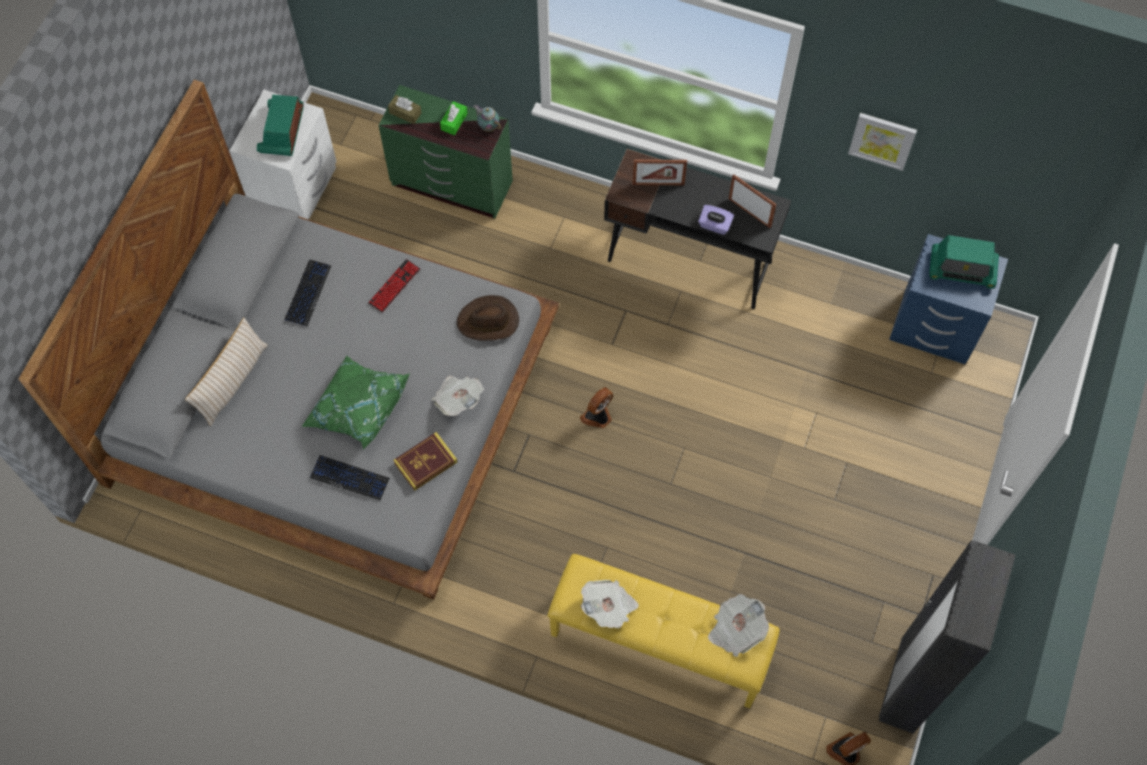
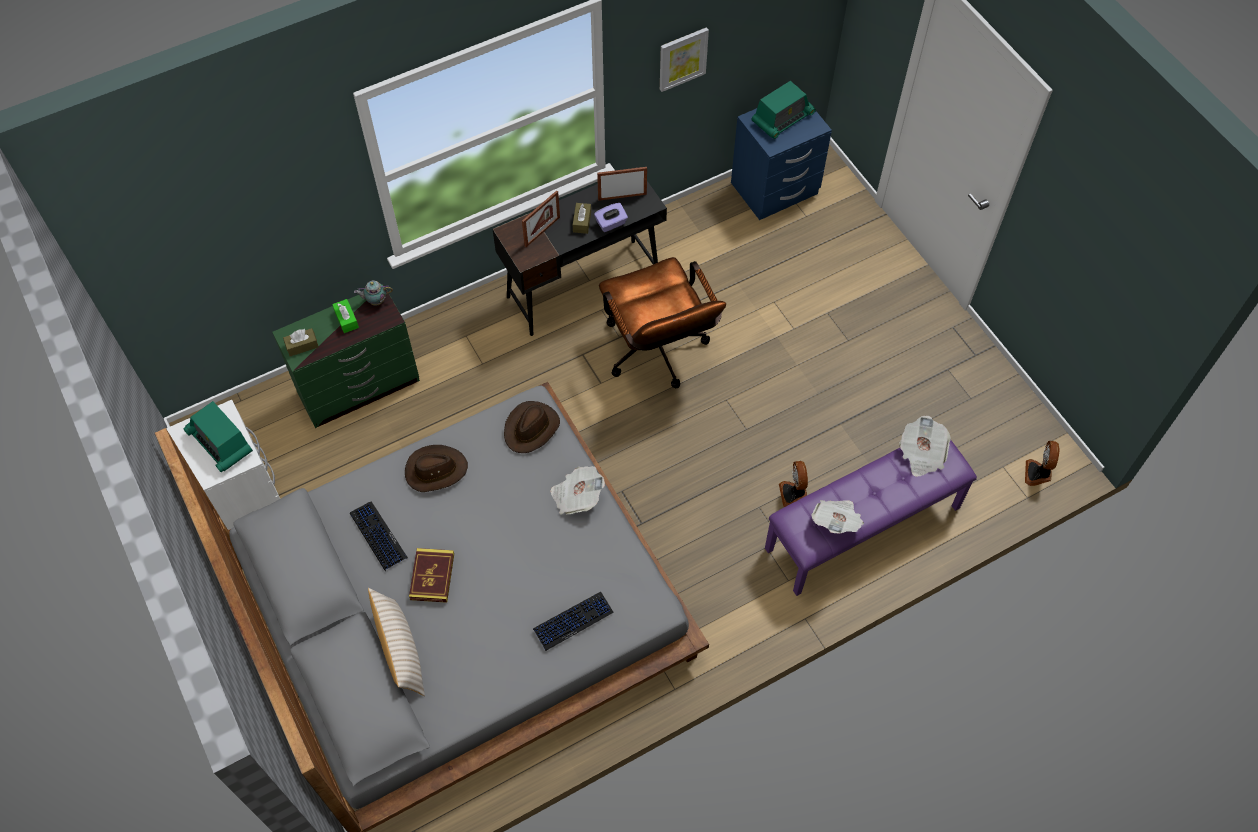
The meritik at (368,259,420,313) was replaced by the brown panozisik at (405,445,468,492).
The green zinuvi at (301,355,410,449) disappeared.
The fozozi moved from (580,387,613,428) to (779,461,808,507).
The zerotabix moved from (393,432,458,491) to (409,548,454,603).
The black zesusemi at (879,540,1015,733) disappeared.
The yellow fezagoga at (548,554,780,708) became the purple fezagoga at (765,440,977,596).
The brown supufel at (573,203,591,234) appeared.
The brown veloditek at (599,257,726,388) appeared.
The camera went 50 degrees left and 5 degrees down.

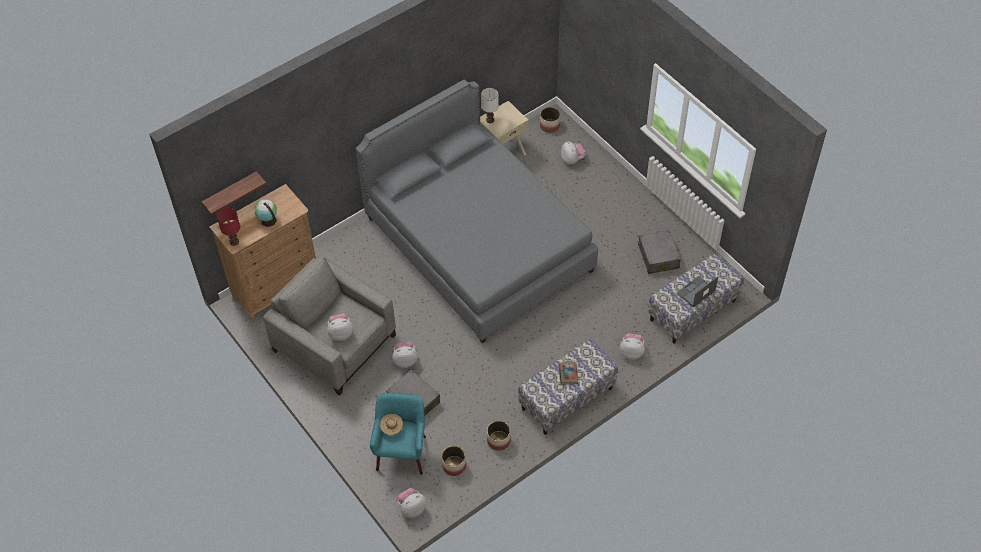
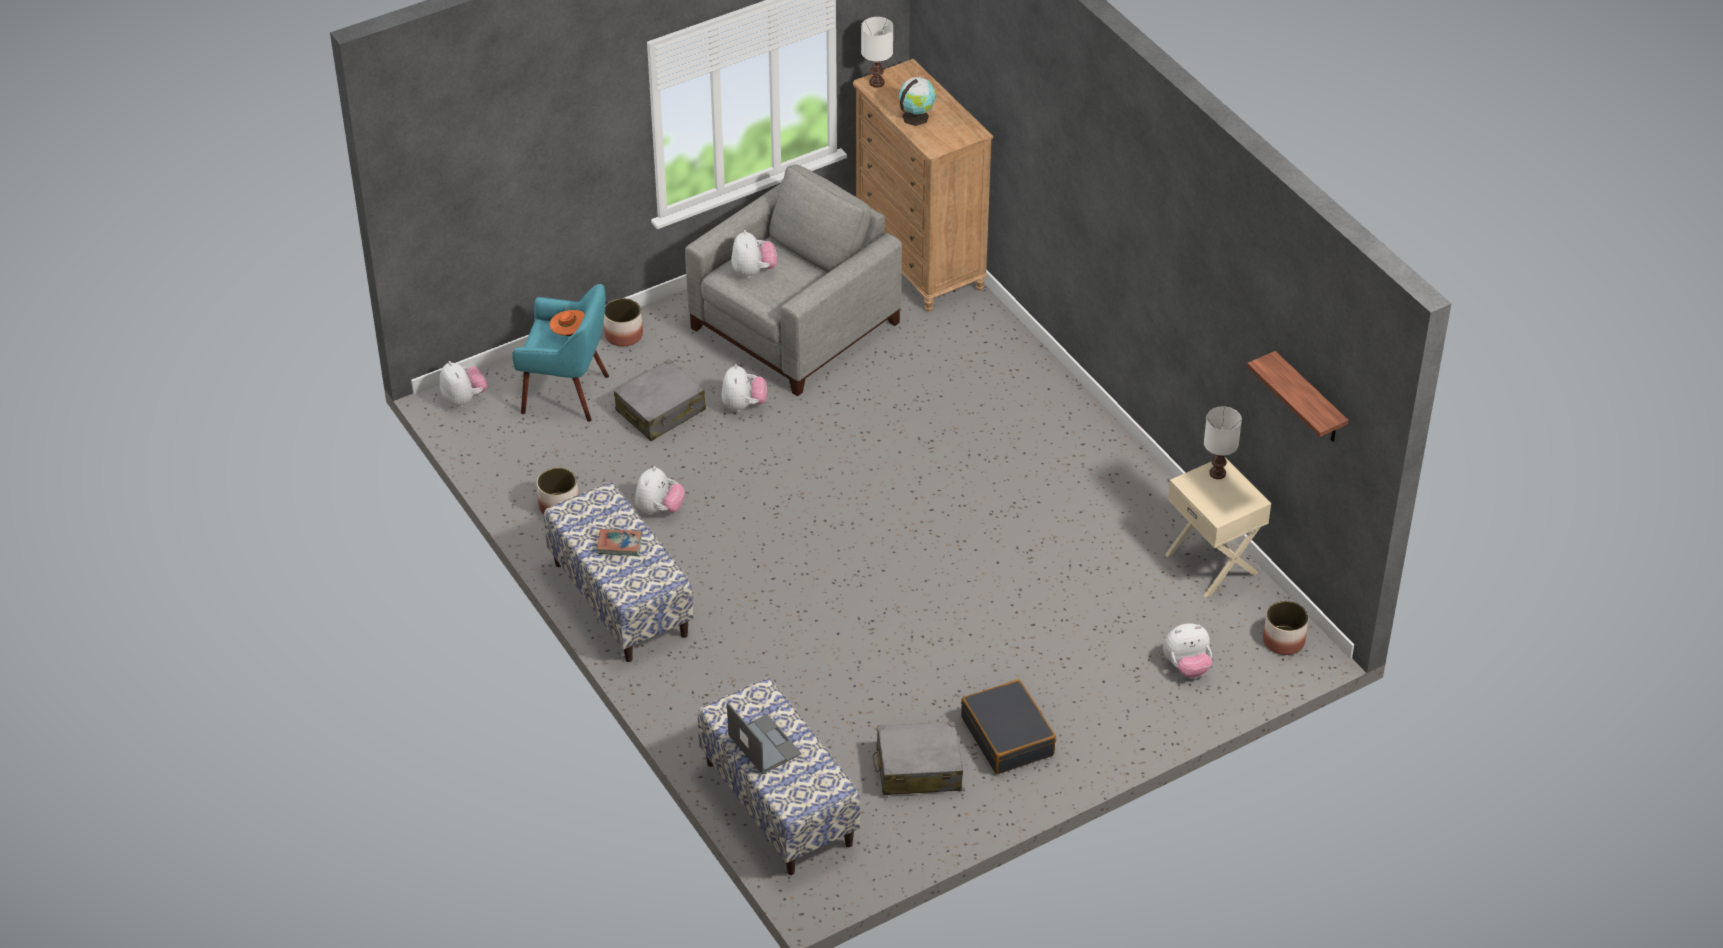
The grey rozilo at (356,80,598,343) disappeared.
The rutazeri moved from (202,171,267,215) to (1247,351,1348,442).
The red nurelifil at (217,208,240,246) became the white nurelifil at (861,17,893,88).
The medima moved from (620,333,645,360) to (635,466,685,514).
The beige panozisik at (380,414,403,435) became the orange panozisik at (550,308,585,336).
The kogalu moved from (442,446,466,476) to (604,298,643,347).
The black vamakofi at (961,679,1056,774) appeared.
The camera went 95 degrees right and 10 degrees down.

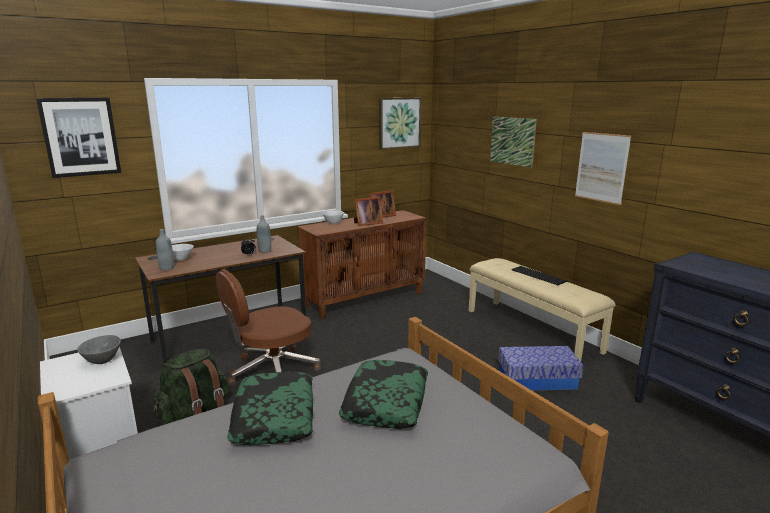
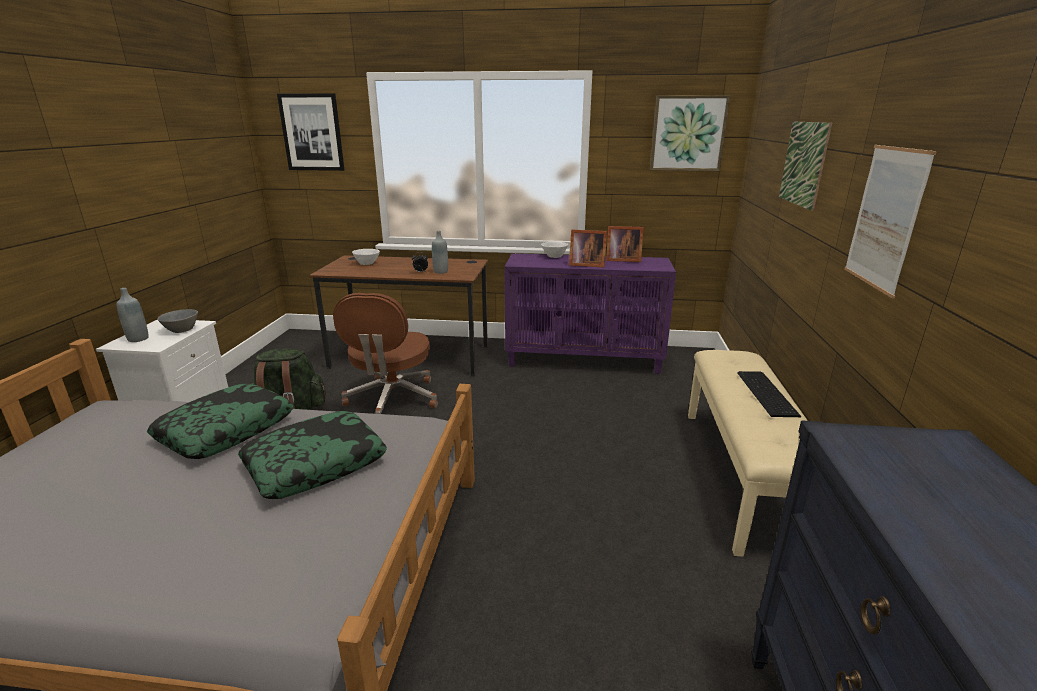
The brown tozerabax at (297,210,427,319) became the purple tozerabax at (504,253,676,374).
The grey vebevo moved from (156,229,174,271) to (117,288,149,342).
The brown veloditek at (216,269,321,386) turned 90 degrees counterclockwise.
The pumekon at (498,346,583,390) disappeared.
The camera went 40 degrees right and 5 degrees up.

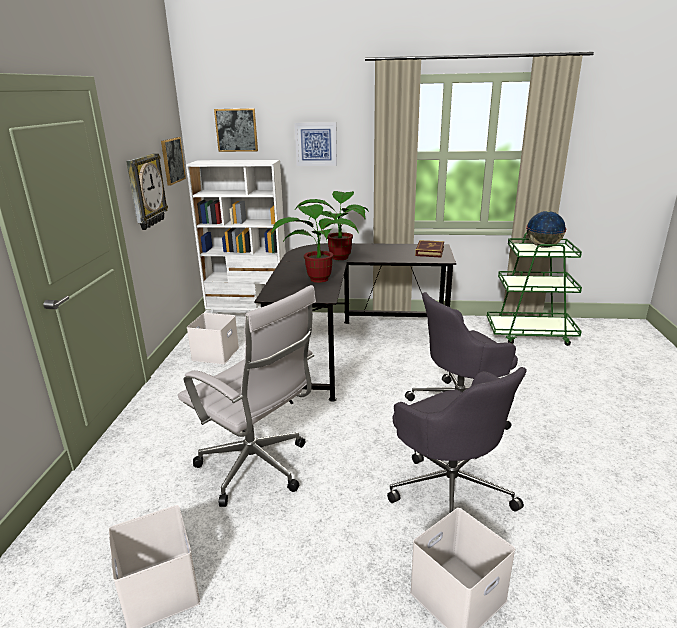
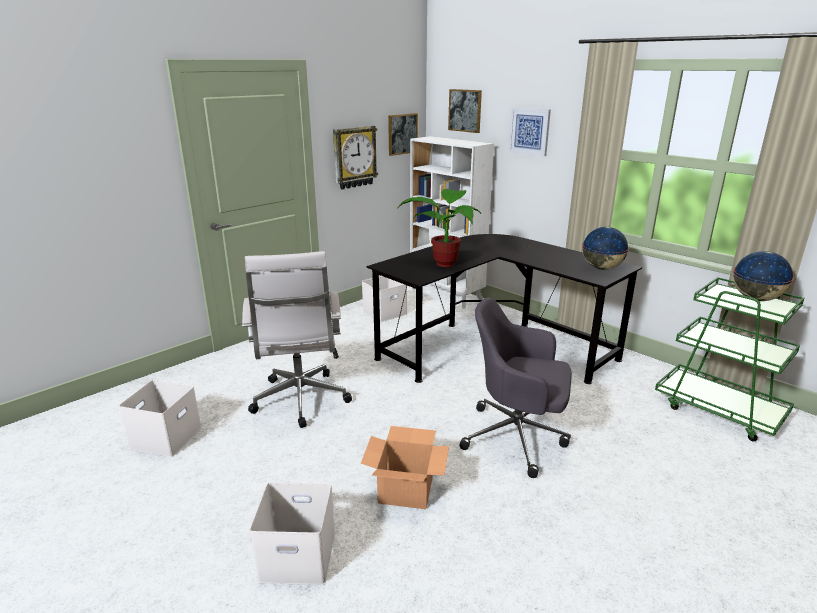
The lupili at (294,191,369,260) disappeared.
The zerotabix at (415,240,444,258) was replaced by the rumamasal at (582,227,629,270).
The grey veloditek at (387,367,527,513) was replaced by the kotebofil at (361,426,449,509).
The camera went 40 degrees right and 0 degrees up.

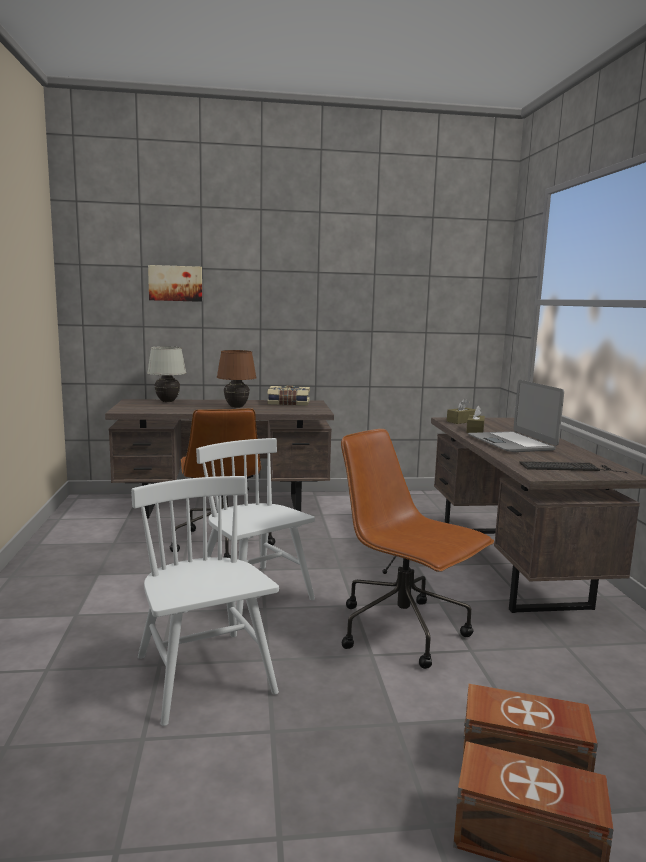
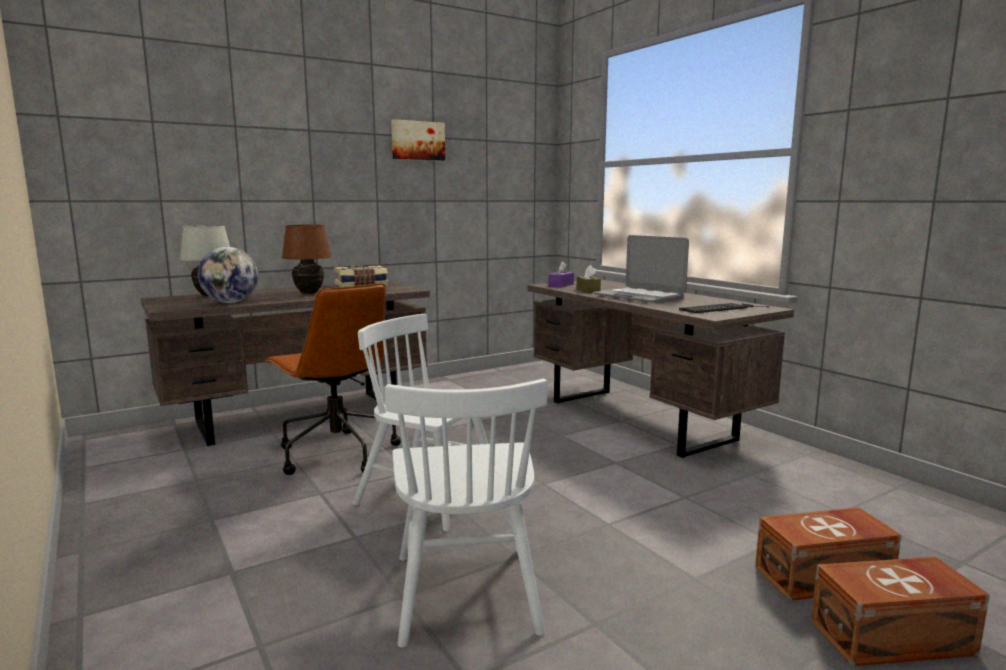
The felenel moved from (148,265,202,302) to (391,119,445,160).
The brown supufel at (447,398,476,424) became the purple supufel at (548,261,574,288).
The brown veloditek at (341,429,494,669) disappeared.
The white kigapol at (131,476,279,726) turned 135 degrees counterclockwise.
The rumamasal at (198,247,259,303) appeared.
The camera went 25 degrees left and 0 degrees up.

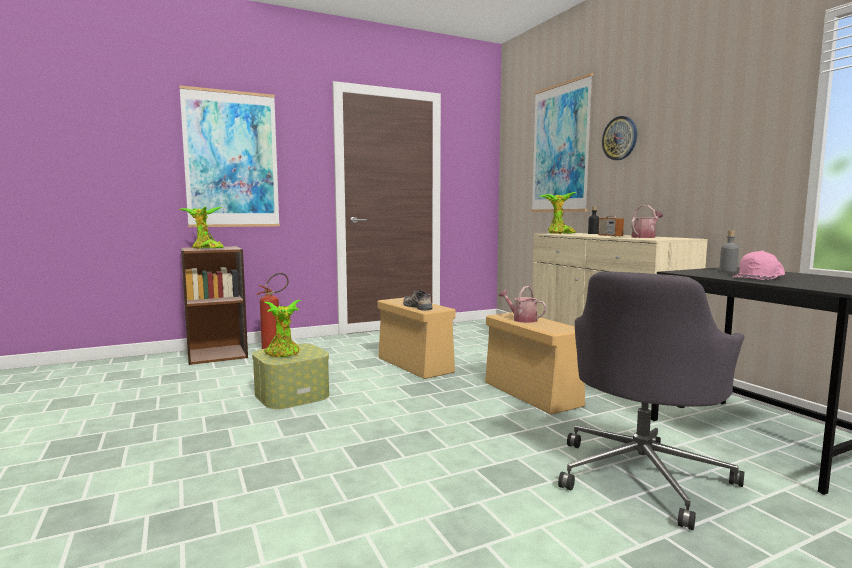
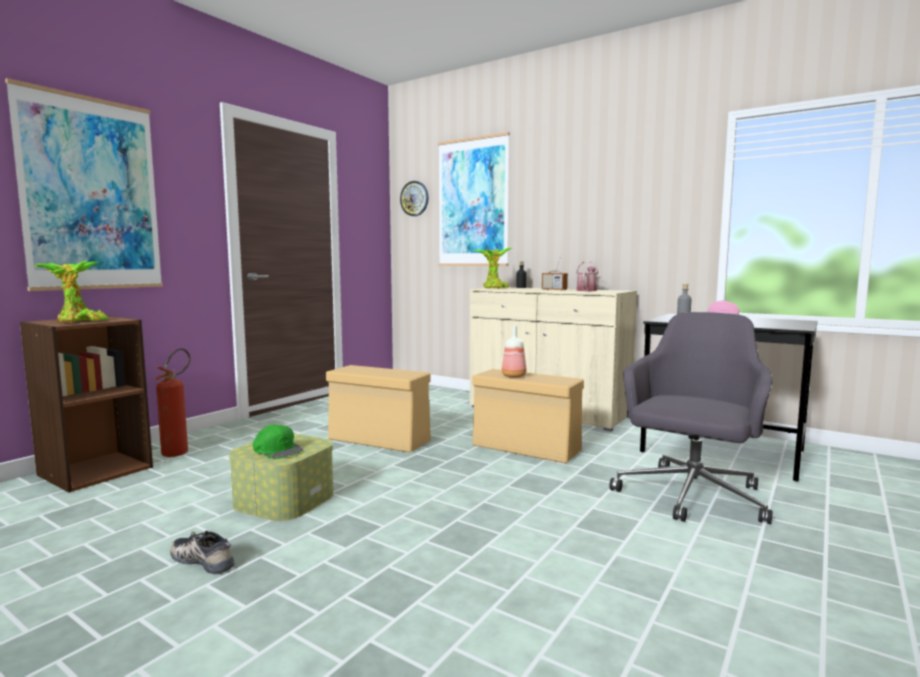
The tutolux moved from (602,116,637,160) to (400,181,429,216).
The grey veloditek at (558,271,745,530) turned 150 degrees counterclockwise.
The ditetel at (499,286,547,323) was replaced by the vebevo at (502,326,527,377).
The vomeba moved from (403,290,433,311) to (170,531,235,575).
The lupili at (264,300,302,357) was replaced by the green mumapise at (253,424,303,459).
The camera went 30 degrees left and 0 degrees up.

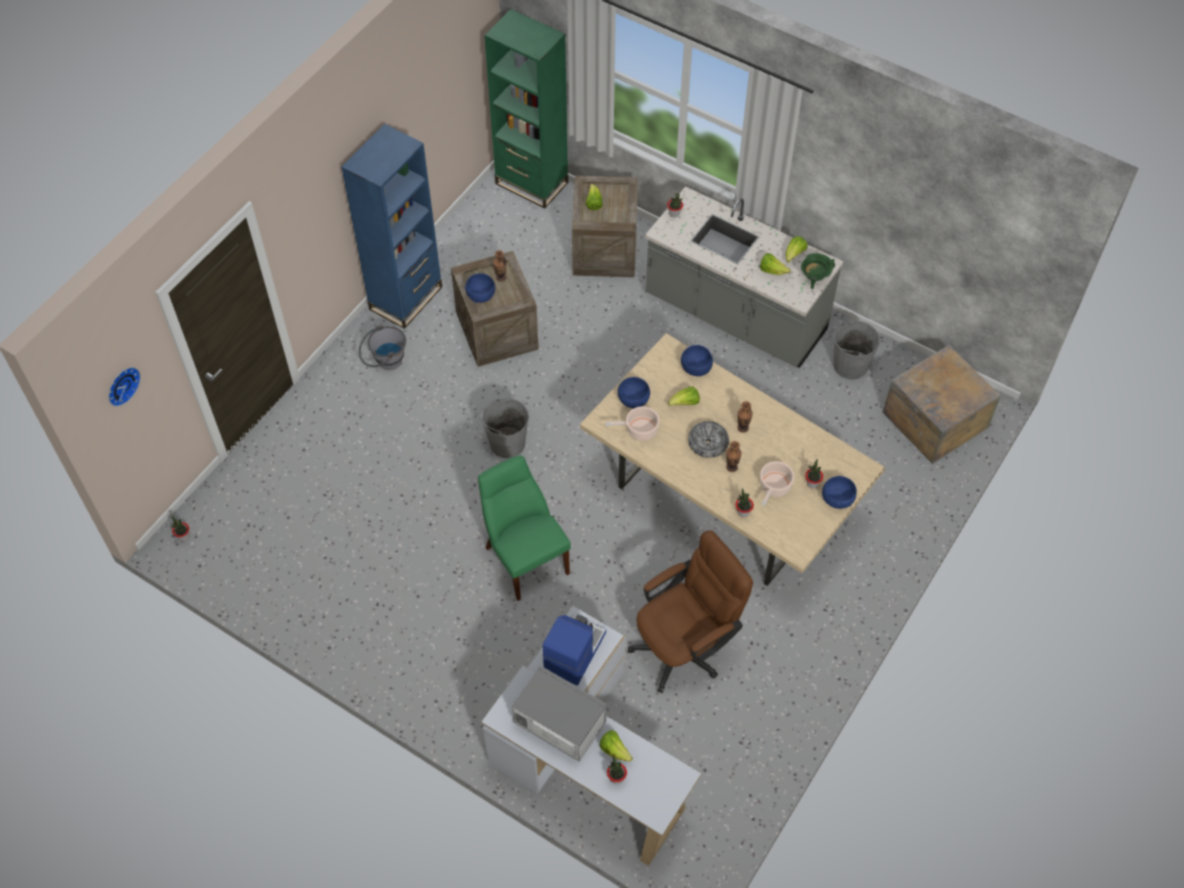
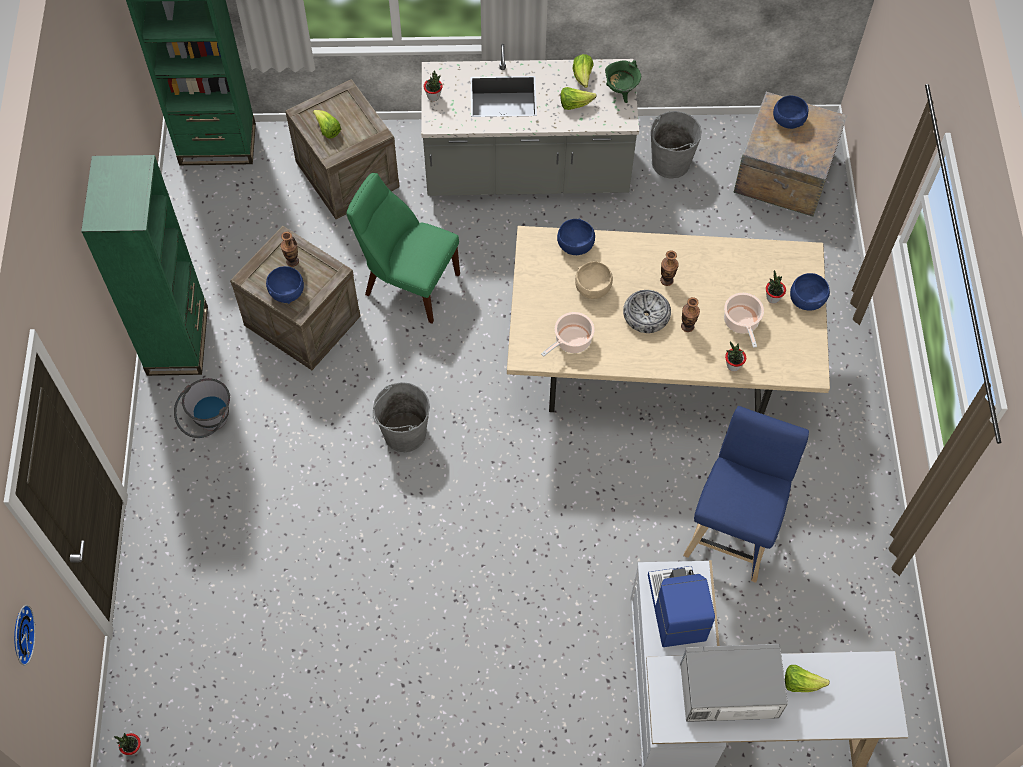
The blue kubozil at (341,124,442,329) became the green kubozil at (81,155,208,376).
The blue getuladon moved from (618,377,650,408) to (773,96,808,129).
The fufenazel at (668,387,700,406) was replaced by the beige getuladon at (575,261,613,299).
The green kigapol moved from (478,455,571,601) to (347,173,460,324).
The brown veloditek at (628,530,753,693) was replaced by the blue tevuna at (683,406,809,583).
The lupili at (607,756,627,784) disappeared.
The camera went 35 degrees left and 5 degrees up.

